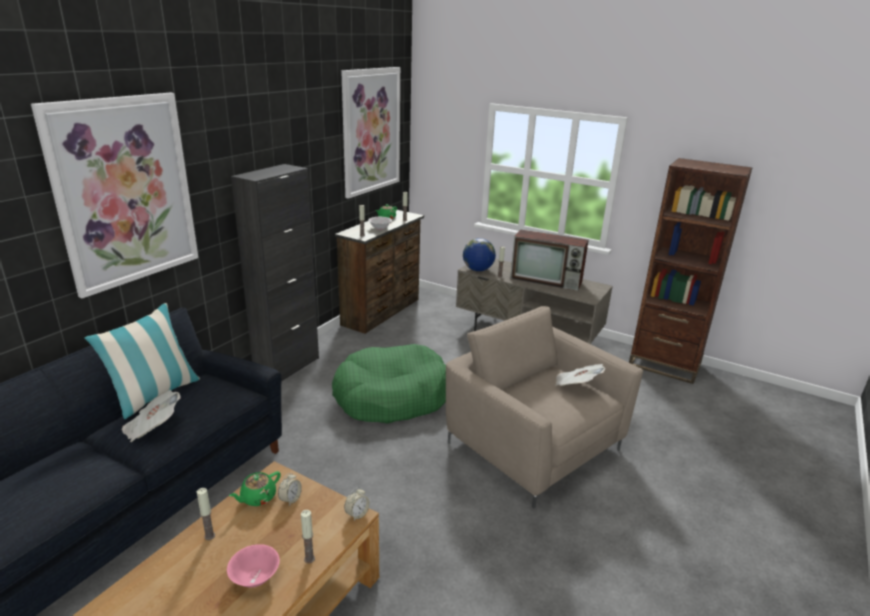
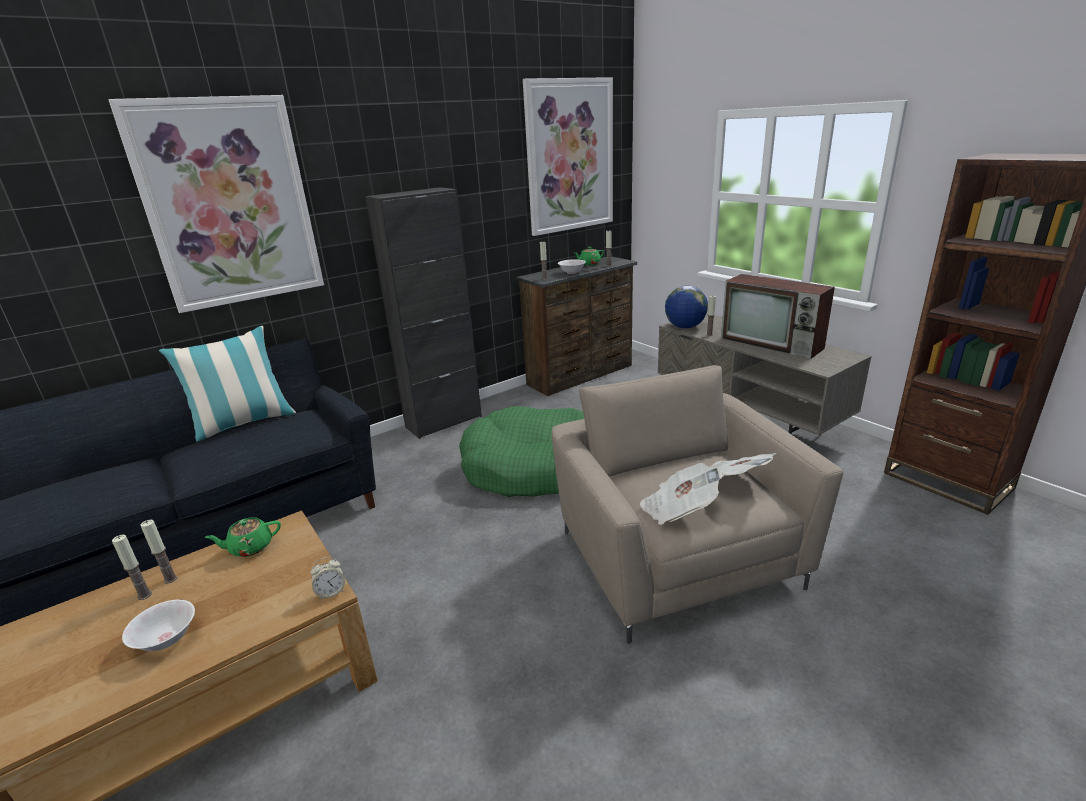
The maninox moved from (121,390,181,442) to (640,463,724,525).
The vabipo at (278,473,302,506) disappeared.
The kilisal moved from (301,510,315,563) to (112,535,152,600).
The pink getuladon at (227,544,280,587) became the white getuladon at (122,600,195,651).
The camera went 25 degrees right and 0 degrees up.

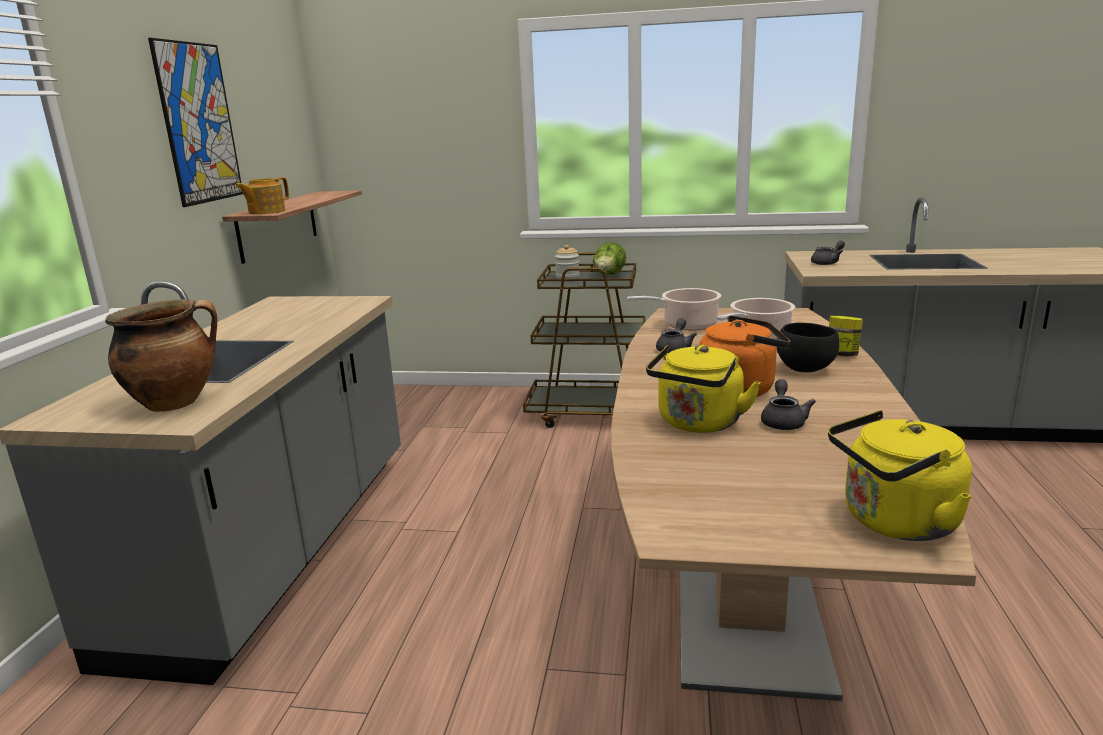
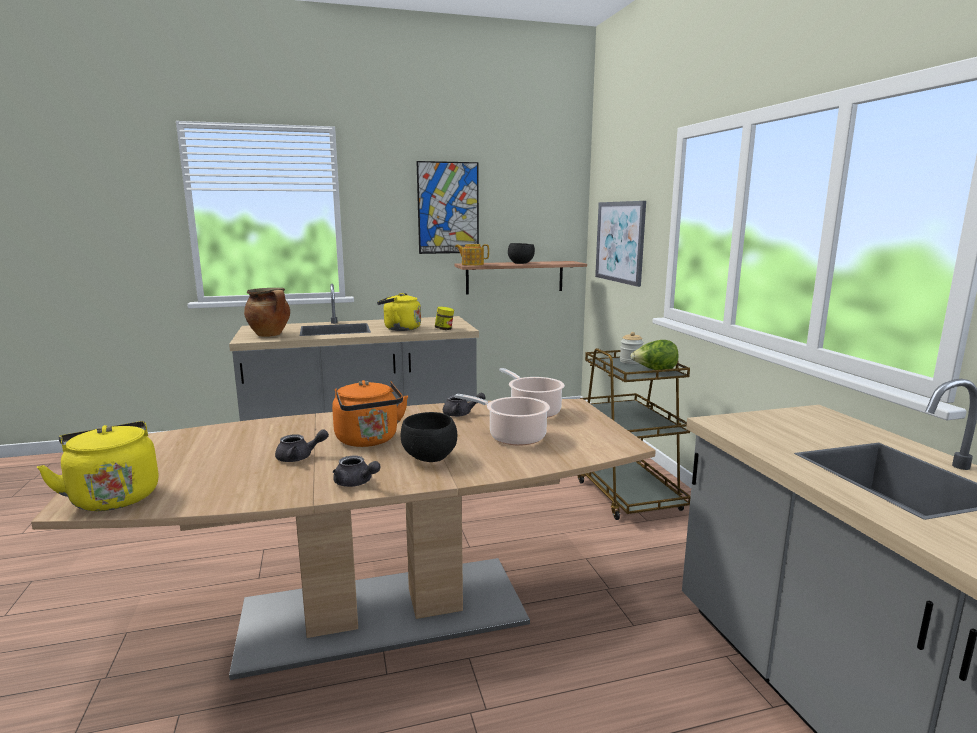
The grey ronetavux moved from (811,241,845,265) to (333,456,381,487).
The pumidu moved from (829,316,863,357) to (435,307,454,330).
The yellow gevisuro moved from (646,344,761,433) to (377,293,421,331).
The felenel at (595,201,646,287) appeared.
The black getuladon at (508,243,535,264) appeared.
The camera went 65 degrees right and 5 degrees down.

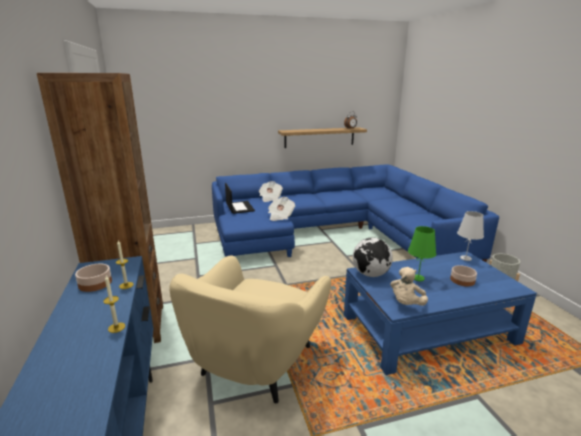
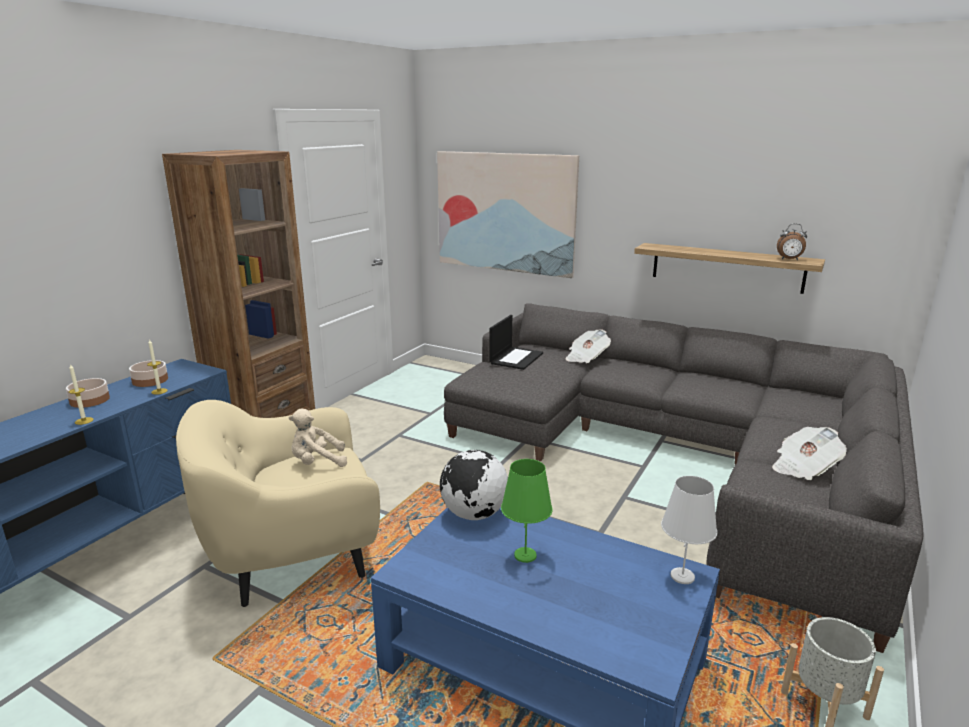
The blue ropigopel at (212,164,499,262) became the grey ropigopel at (444,303,923,653).
The maninox moved from (268,197,295,221) to (772,427,847,480).
The getuladon moved from (450,265,477,286) to (66,378,110,408).
The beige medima moved from (390,267,428,306) to (288,409,347,467).
The felenel at (437,151,579,278) appeared.
The camera went 45 degrees right and 0 degrees up.

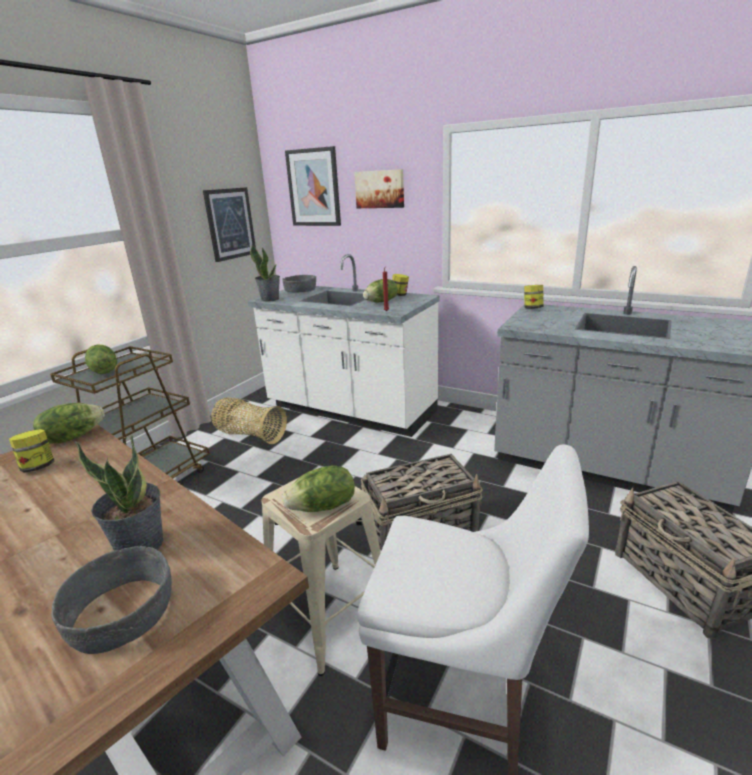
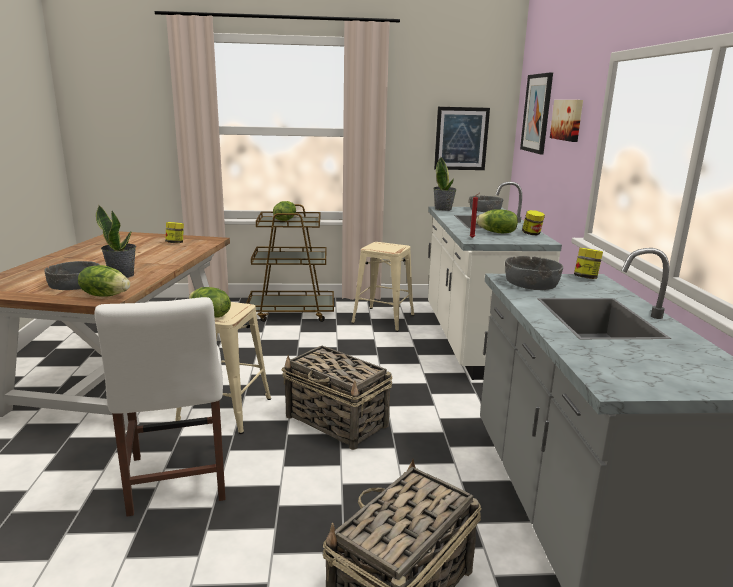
The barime at (211,397,287,444) was replaced by the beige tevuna at (351,242,414,332).
The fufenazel moved from (33,403,105,443) to (78,265,130,297).
The grey getuladon at (505,256,563,290) appeared.
The camera went 55 degrees right and 5 degrees down.

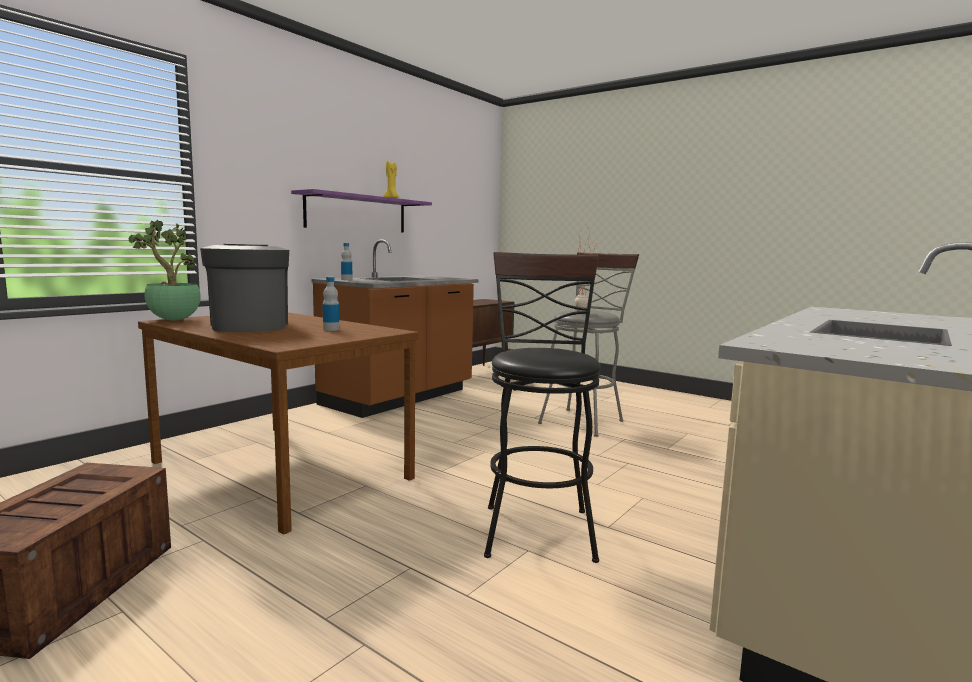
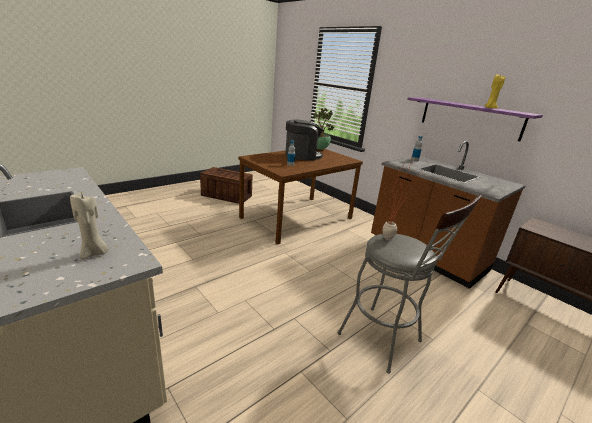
The black tevuna at (484,252,601,563) disappeared.
The beige kilisal at (70,192,108,260) appeared.
The camera went 100 degrees right and 15 degrees up.

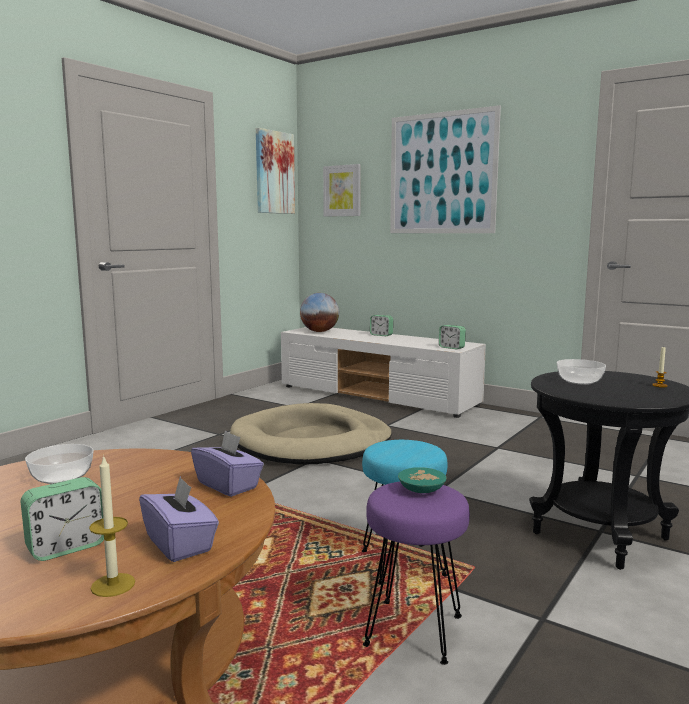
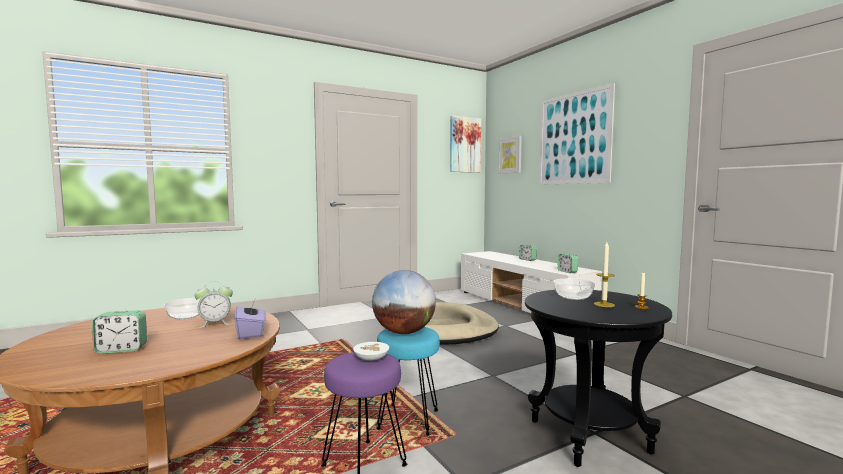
The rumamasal moved from (300,293,339,332) to (372,270,436,334).
The kilisal moved from (89,455,135,597) to (594,242,615,307).
The turquoise getuladon at (398,467,447,493) became the white getuladon at (353,342,389,360).
The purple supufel at (139,476,219,562) disappeared.
The vabipo at (194,281,233,328) appeared.
The camera went 25 degrees right and 5 degrees down.

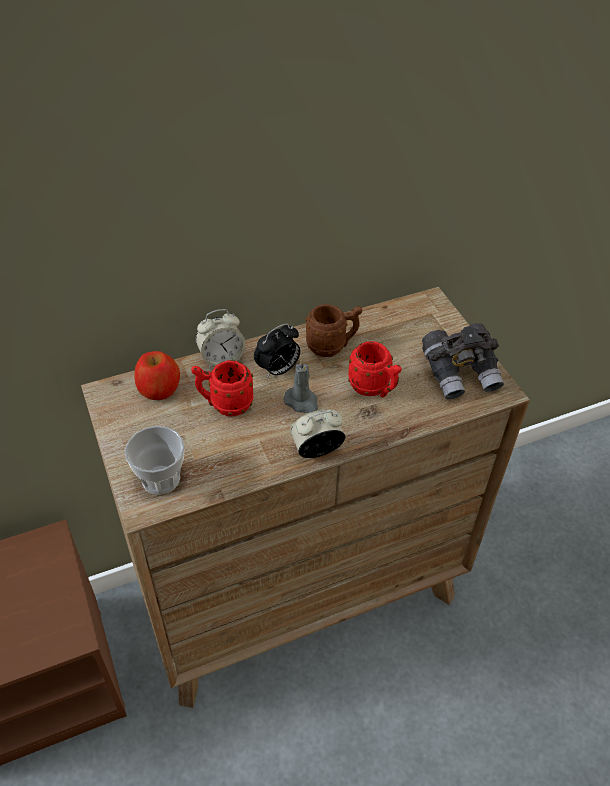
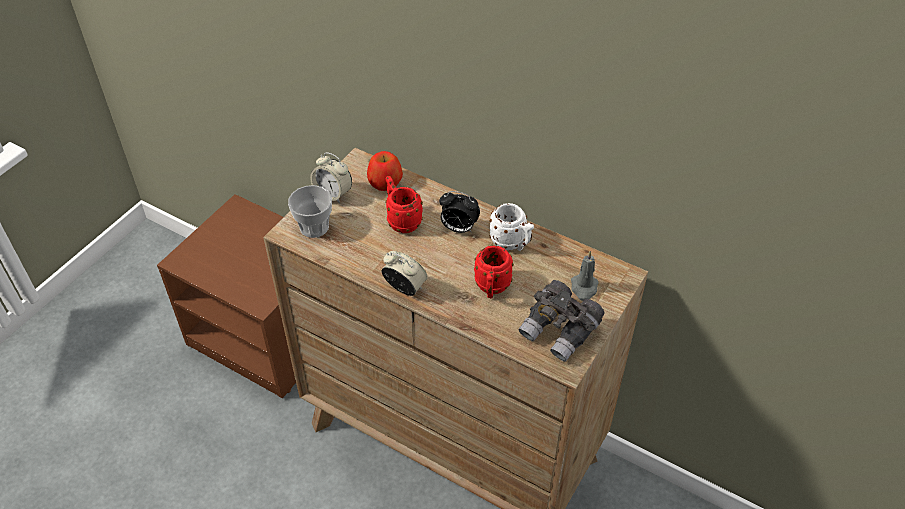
The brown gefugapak at (305,304,362,357) became the white gefugapak at (490,203,534,251).
The vabipo moved from (196,309,246,369) to (310,152,352,204).
The grey kilisal moved from (284,358,318,413) to (571,251,599,301).
The camera went 55 degrees right and 0 degrees up.

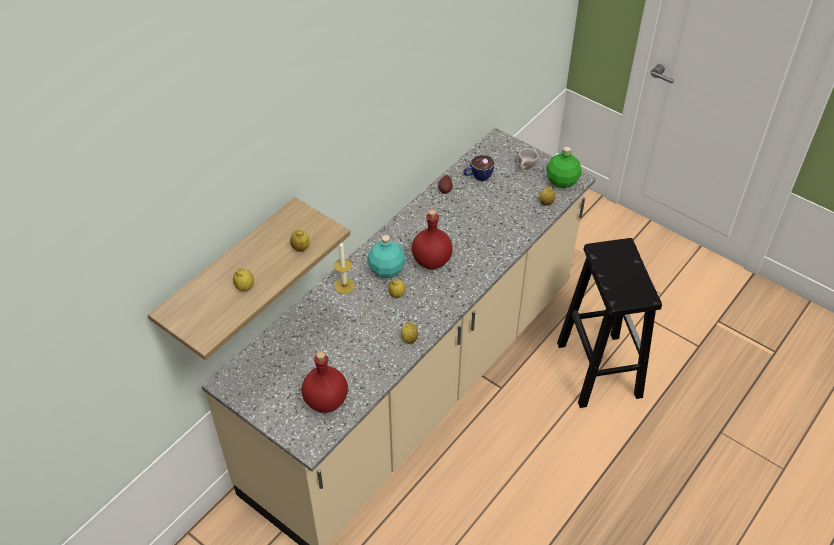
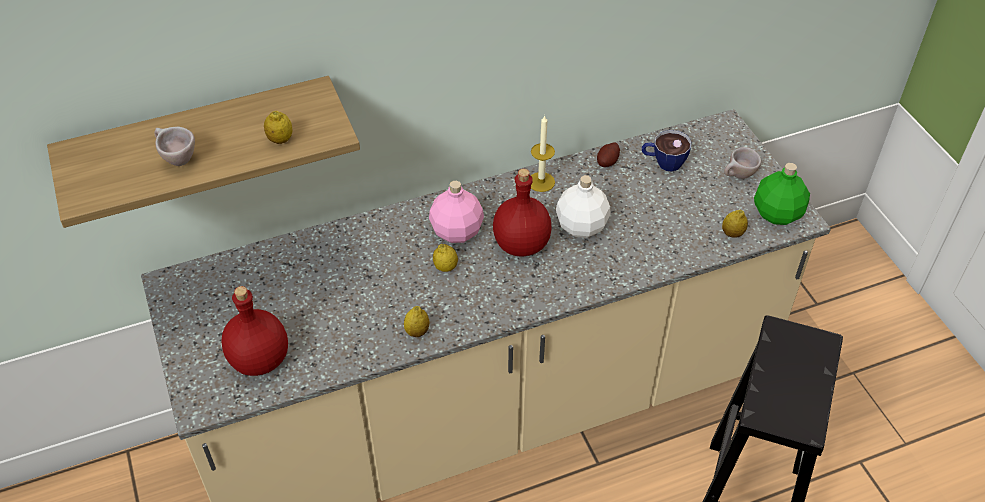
The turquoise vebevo at (367,235,406,278) became the pink vebevo at (429,181,484,243).
The kilisal moved from (334,243,355,294) to (531,115,555,192).
The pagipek at (233,269,254,291) was replaced by the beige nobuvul at (154,127,195,166).
The white vebevo at (556,175,611,238) appeared.
The camera went 30 degrees right and 0 degrees up.

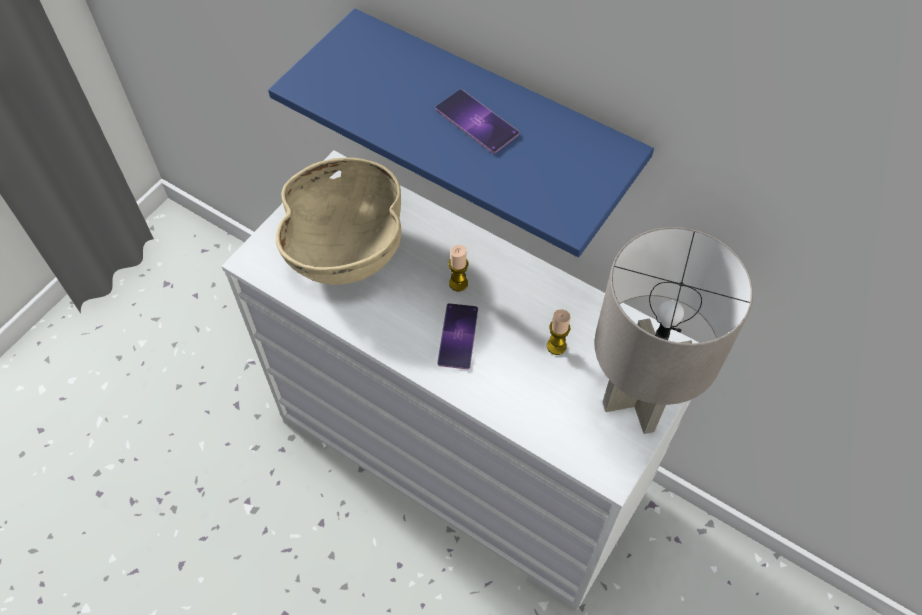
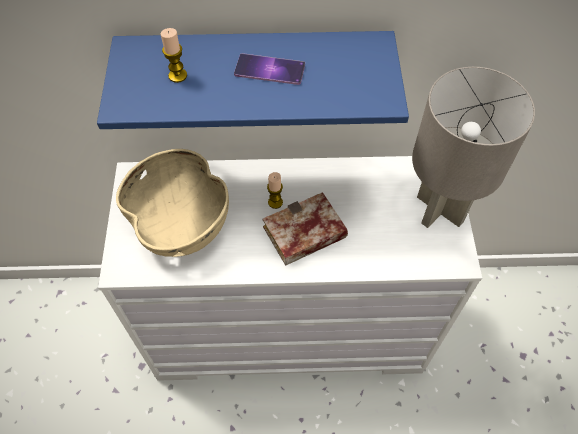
The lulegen at (437,303,478,370) was replaced by the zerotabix at (262,192,348,266).
The kilisal moved from (547,309,571,355) to (161,28,187,83).
The camera went 35 degrees left and 0 degrees up.

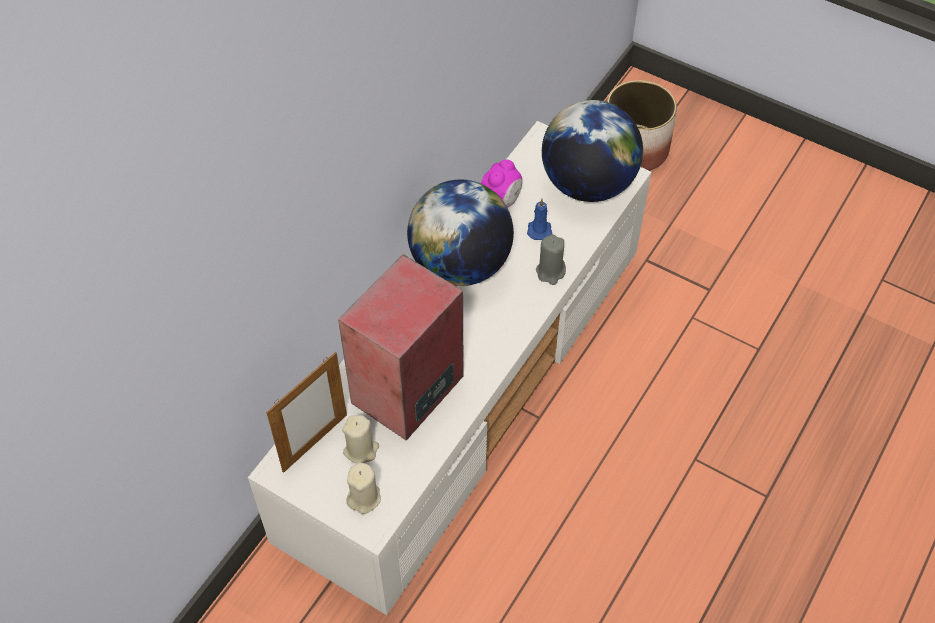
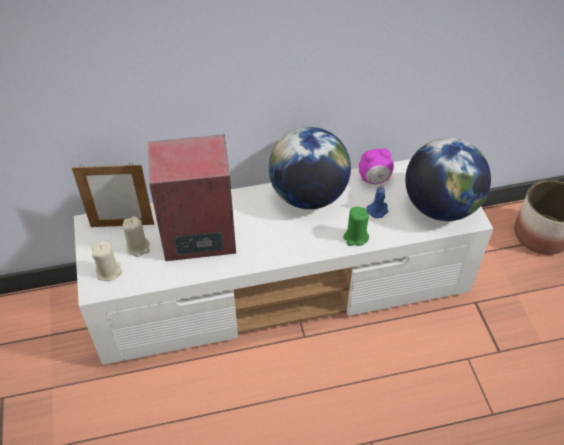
The grey kilisal at (536,234,566,285) became the green kilisal at (343,206,369,246).
The camera went 45 degrees right and 5 degrees down.

